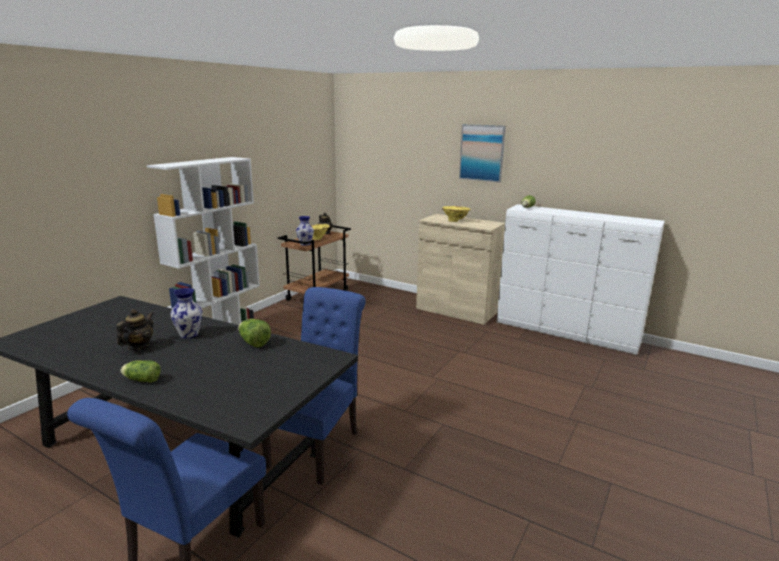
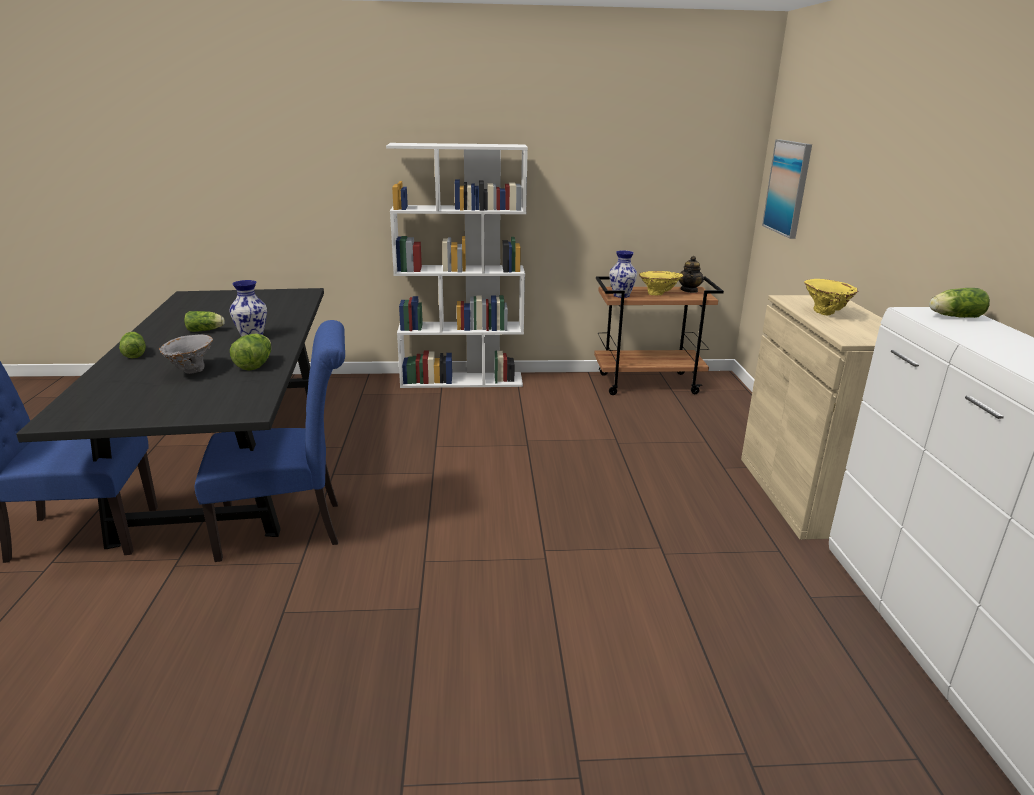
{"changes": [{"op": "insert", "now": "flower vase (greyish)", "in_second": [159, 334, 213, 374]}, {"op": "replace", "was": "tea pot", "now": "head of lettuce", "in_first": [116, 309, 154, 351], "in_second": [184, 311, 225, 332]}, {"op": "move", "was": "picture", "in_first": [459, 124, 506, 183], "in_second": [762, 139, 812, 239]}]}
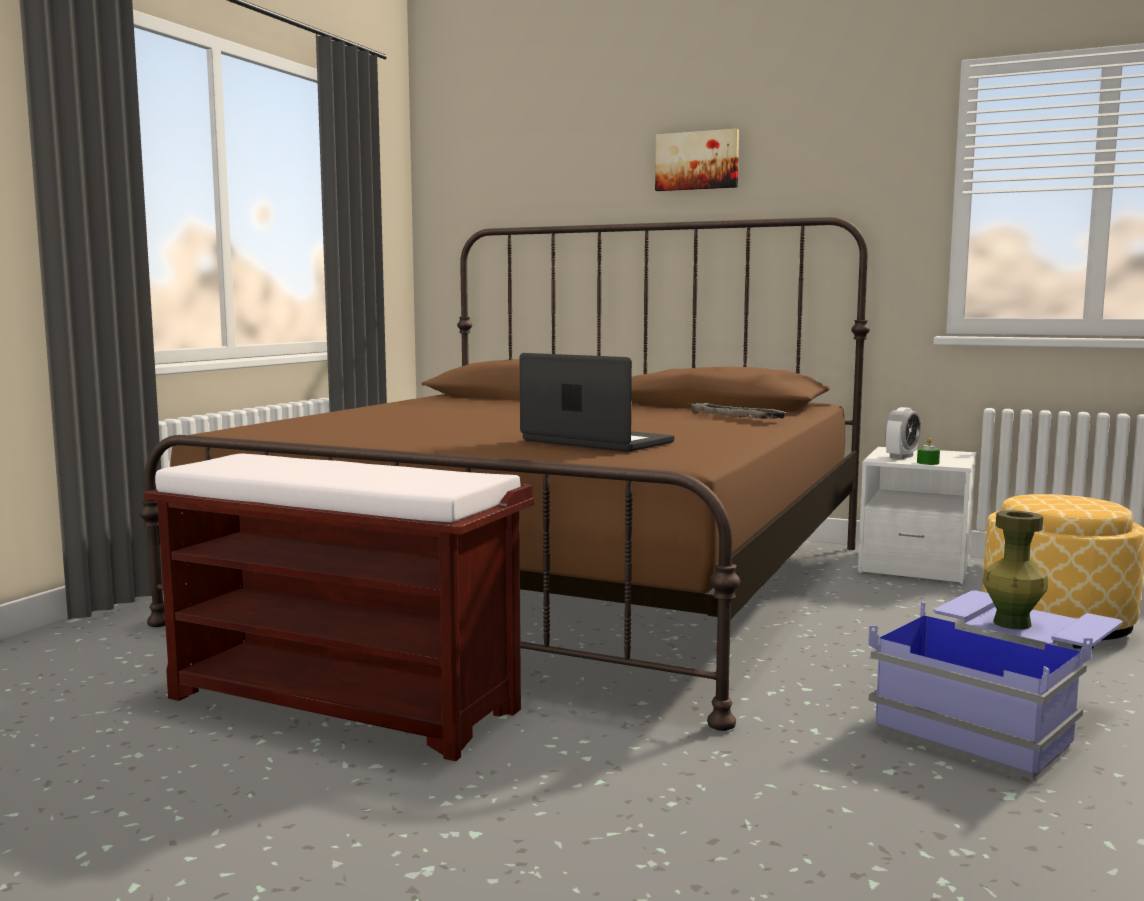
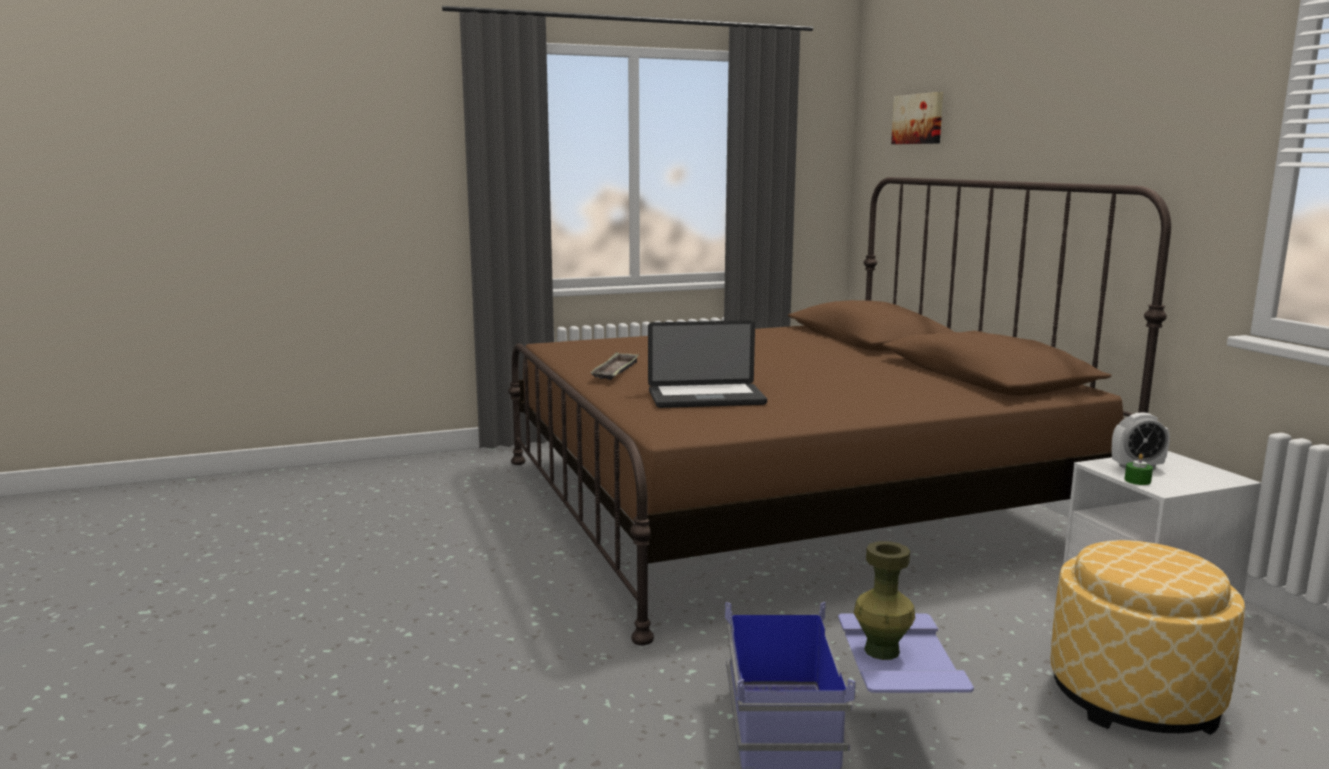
{"changes": [{"op": "move", "was": "carrying tray", "in_first": [687, 403, 788, 419], "in_second": [590, 352, 639, 380]}, {"op": "rotate", "was": "laptop", "in_first": [520, 353, 674, 452], "in_second": [648, 320, 767, 408], "clockwise": 90}, {"op": "move", "was": "picture", "in_first": [655, 129, 739, 191], "in_second": [891, 92, 943, 144]}, {"op": "delete", "was": "bench (brown)", "in_first": [143, 453, 534, 761]}]}
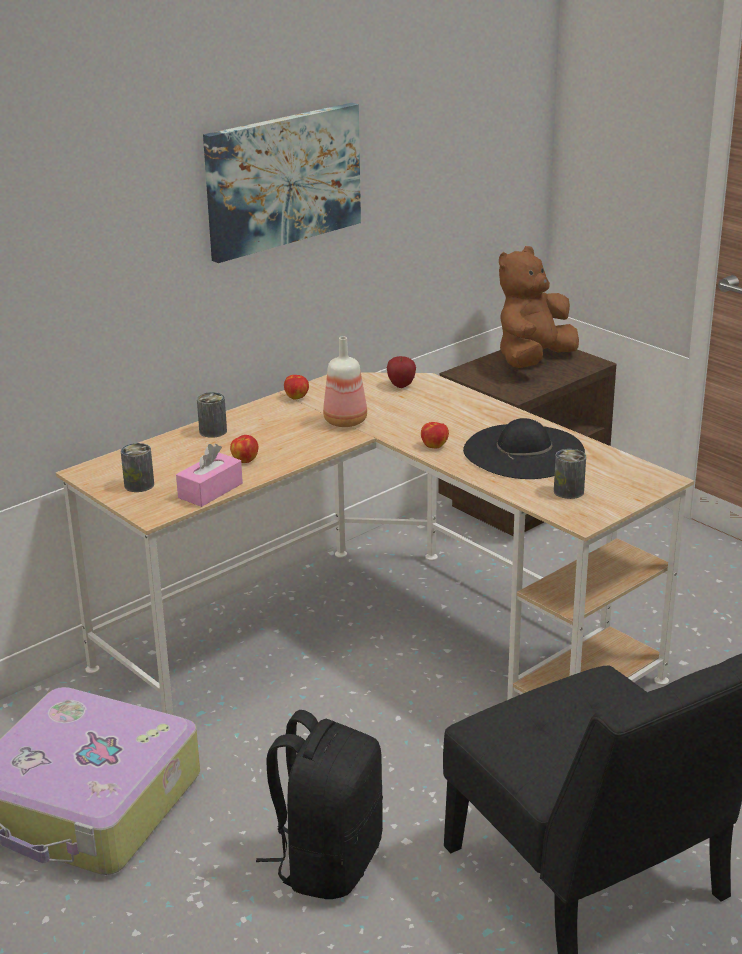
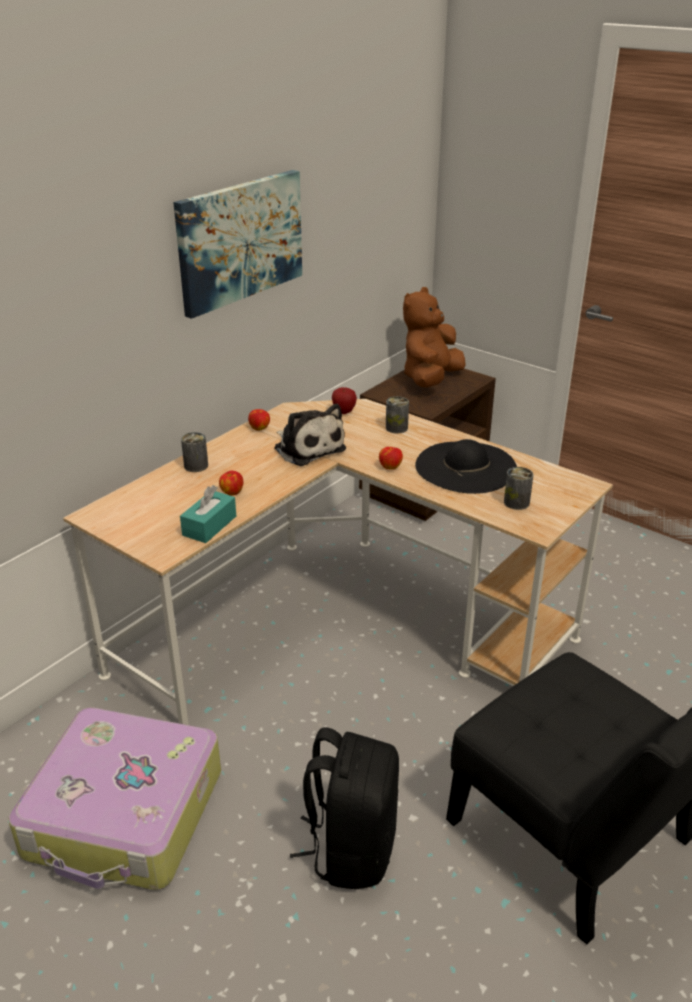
{"changes": [{"op": "recolor", "was": "tissue box (pinkish)", "now": "tissue box (blue-green)", "in_first": [176, 444, 243, 507], "in_second": [180, 485, 236, 543]}, {"op": "replace", "was": "drink bottle", "now": "soft toy", "in_first": [323, 336, 367, 427], "in_second": [274, 404, 346, 466]}, {"op": "move", "was": "metal can", "in_first": [121, 443, 154, 492], "in_second": [386, 396, 409, 434]}]}
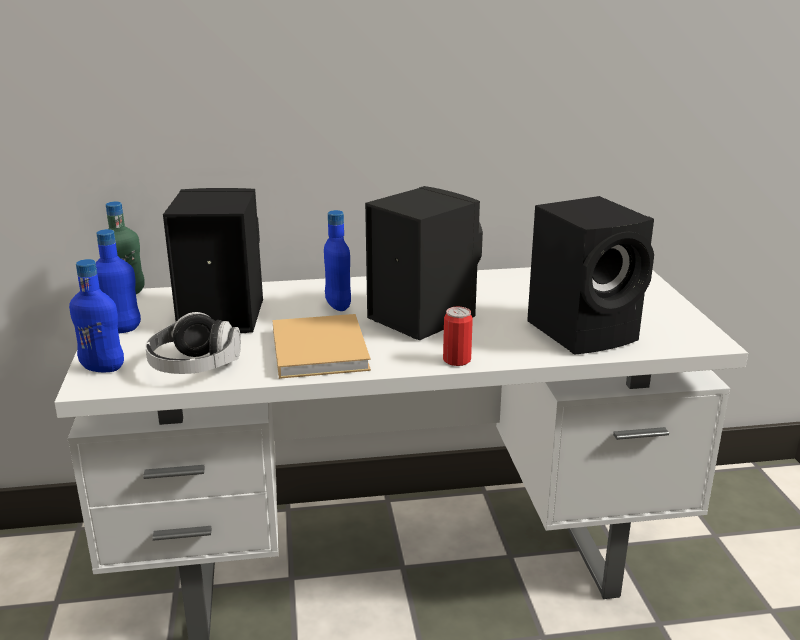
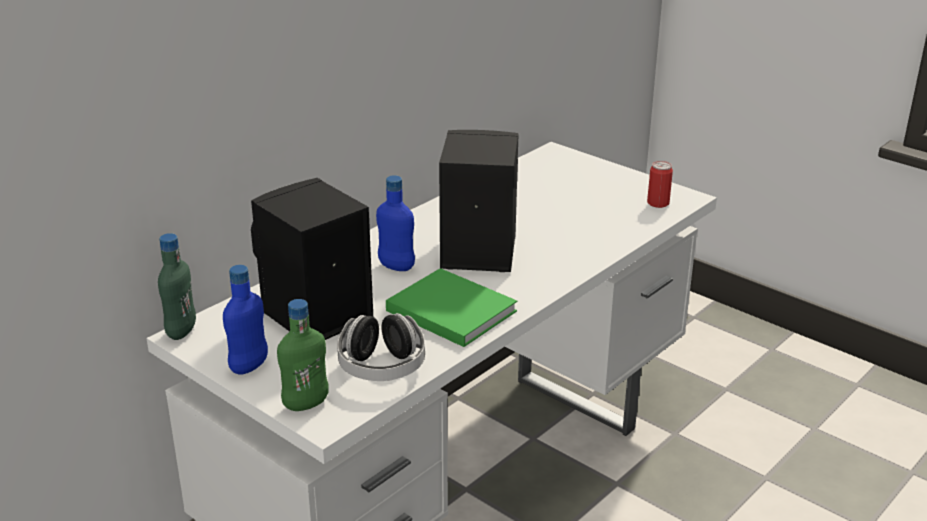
{"changes": [{"op": "recolor", "was": "drink bottle (blue-coloured)", "now": "drink bottle (green-coloured)", "in_first": [69, 259, 124, 372], "in_second": [277, 299, 329, 411]}, {"op": "recolor", "was": "bound book (beige-coloured)", "now": "bound book (green-coloured)", "in_first": [272, 314, 371, 379], "in_second": [386, 268, 517, 347]}, {"op": "move", "was": "metal can", "in_first": [443, 307, 473, 366], "in_second": [647, 161, 673, 208]}, {"op": "delete", "was": "loudspeaker (black)", "in_first": [527, 196, 654, 355]}]}
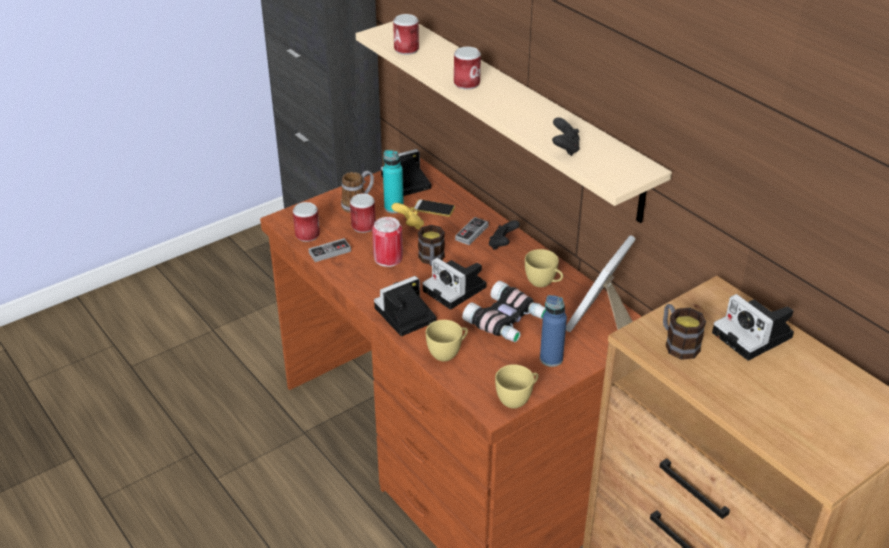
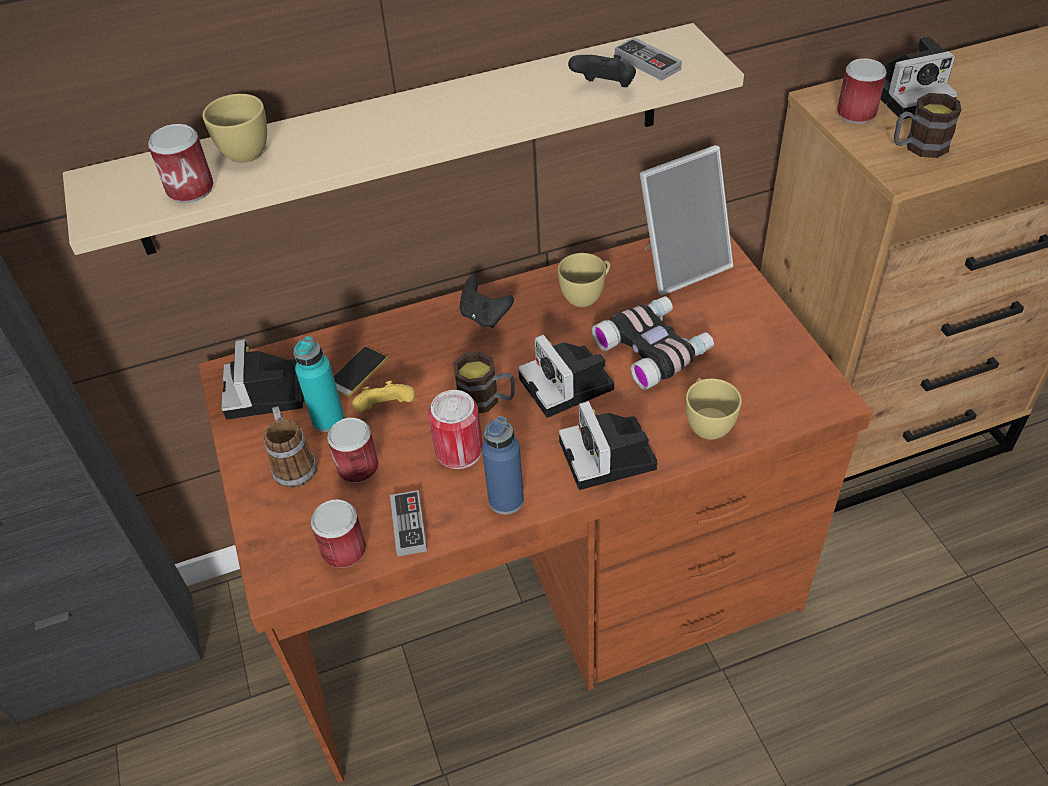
{"changes": [{"op": "move", "was": "cup (yellow)", "in_first": [495, 364, 539, 409], "in_second": [202, 94, 267, 163]}, {"op": "move", "was": "drink bottle (blue-coloured)", "in_first": [540, 295, 567, 367], "in_second": [482, 416, 524, 515]}, {"op": "rotate", "was": "still camera", "in_first": [423, 258, 487, 310], "in_second": [518, 335, 614, 418], "clockwise": 90}, {"op": "move", "was": "joypad", "in_first": [455, 217, 489, 245], "in_second": [615, 37, 682, 81]}, {"op": "rotate", "was": "standing frame", "in_first": [566, 235, 636, 332], "in_second": [640, 145, 733, 295], "clockwise": -75}, {"op": "move", "was": "metal can", "in_first": [454, 47, 481, 90], "in_second": [837, 58, 887, 124]}]}
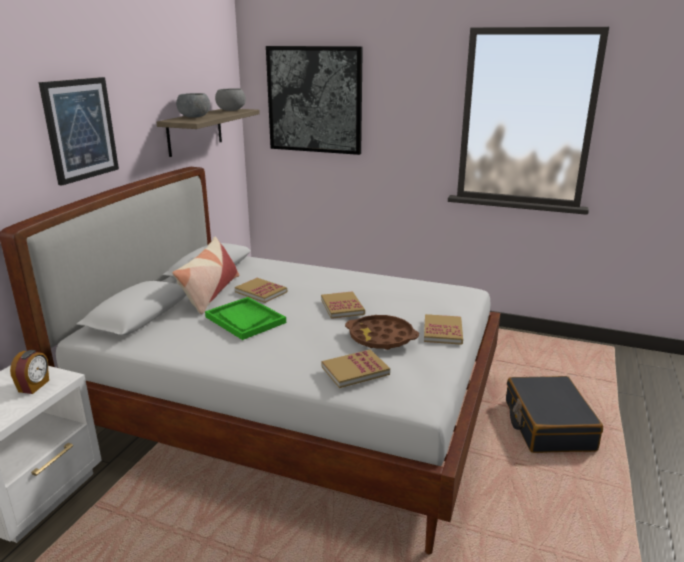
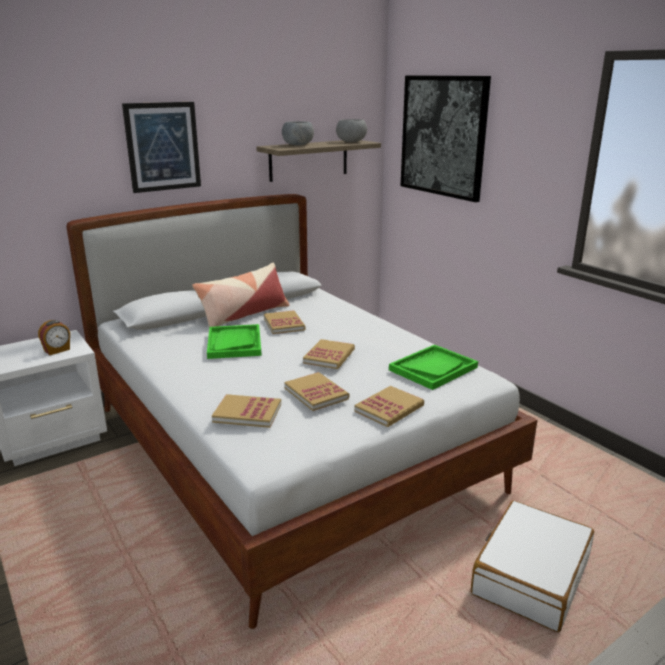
{"changes": [{"op": "replace", "was": "carrying tray (brown)", "now": "bound book", "in_first": [345, 315, 419, 350], "in_second": [284, 372, 349, 411]}, {"op": "insert", "now": "carrying tray (green-coloured)", "in_second": [389, 345, 478, 390]}, {"op": "recolor", "was": "travel case (black)", "now": "travel case (white-coloured)", "in_first": [506, 376, 603, 453], "in_second": [471, 501, 594, 632]}]}
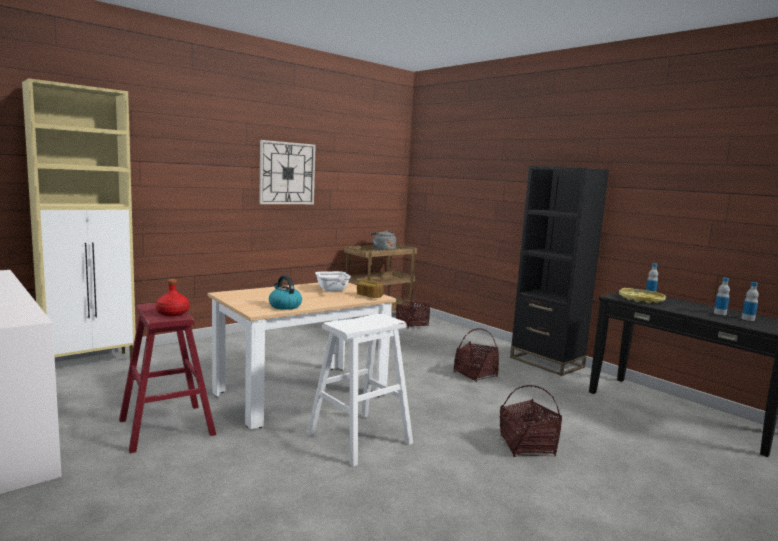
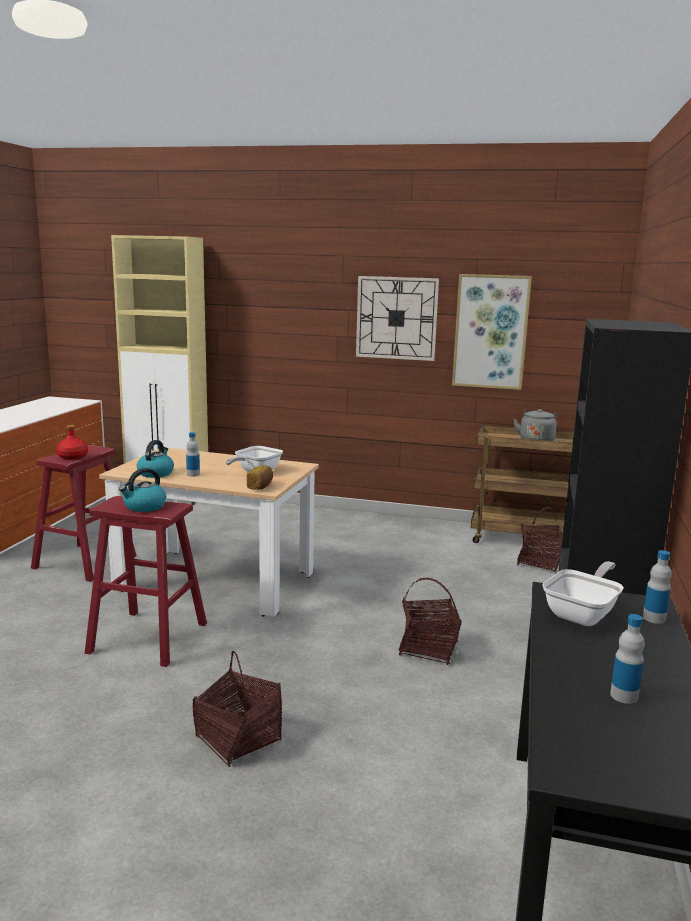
{"changes": [{"op": "recolor", "was": "stool seat (white-coloured)", "now": "stool seat (red)", "in_first": [307, 314, 413, 467], "in_second": [85, 496, 207, 667]}, {"op": "insert", "now": "water kettle", "in_second": [119, 468, 166, 512]}, {"op": "move", "was": "drink bottle", "in_first": [741, 282, 759, 321], "in_second": [186, 432, 200, 477]}, {"op": "insert", "now": "picture", "in_second": [452, 274, 532, 390]}, {"op": "replace", "was": "carrying tray (yellow)", "now": "skillet", "in_first": [619, 288, 666, 303], "in_second": [542, 561, 624, 626]}]}
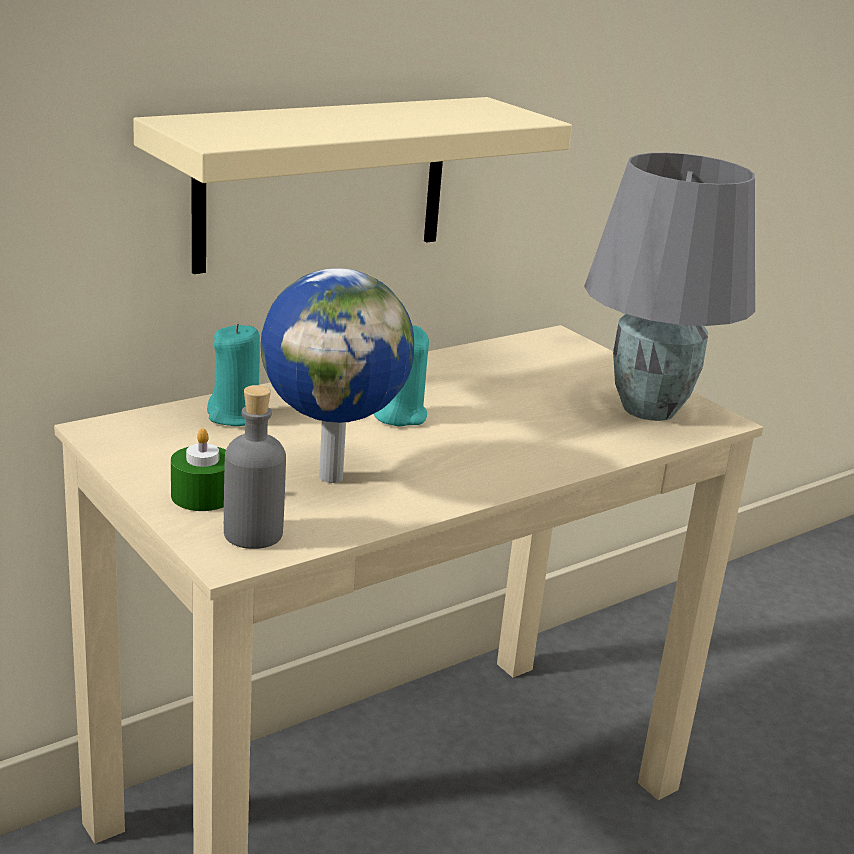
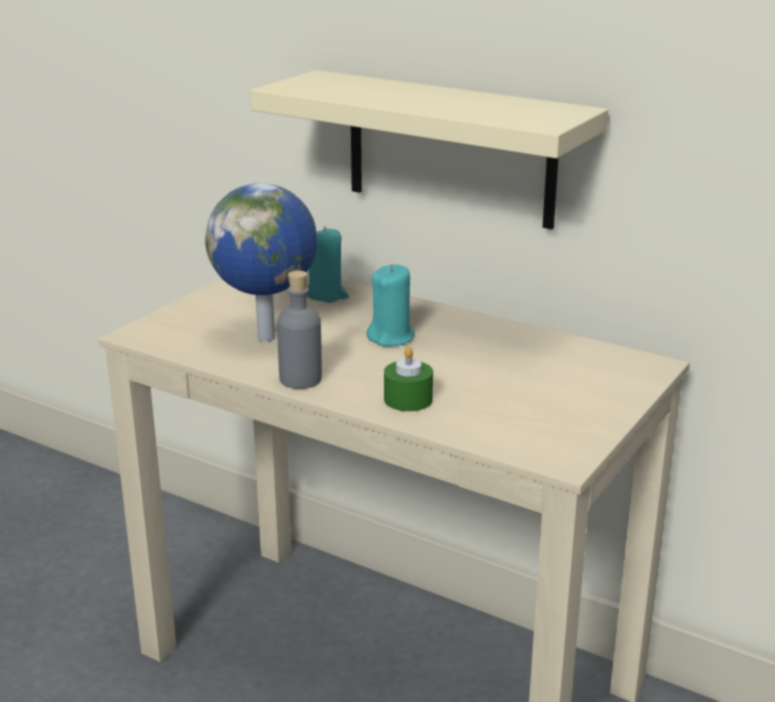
{"changes": [{"op": "move", "was": "drink bottle (greyish)", "in_first": [224, 385, 286, 549], "in_second": [277, 271, 322, 389]}, {"op": "move", "was": "wax light (green-coloured)", "in_first": [171, 428, 226, 511], "in_second": [384, 347, 433, 411]}, {"op": "delete", "was": "table lamp (greyish)", "in_first": [584, 153, 755, 421]}]}
